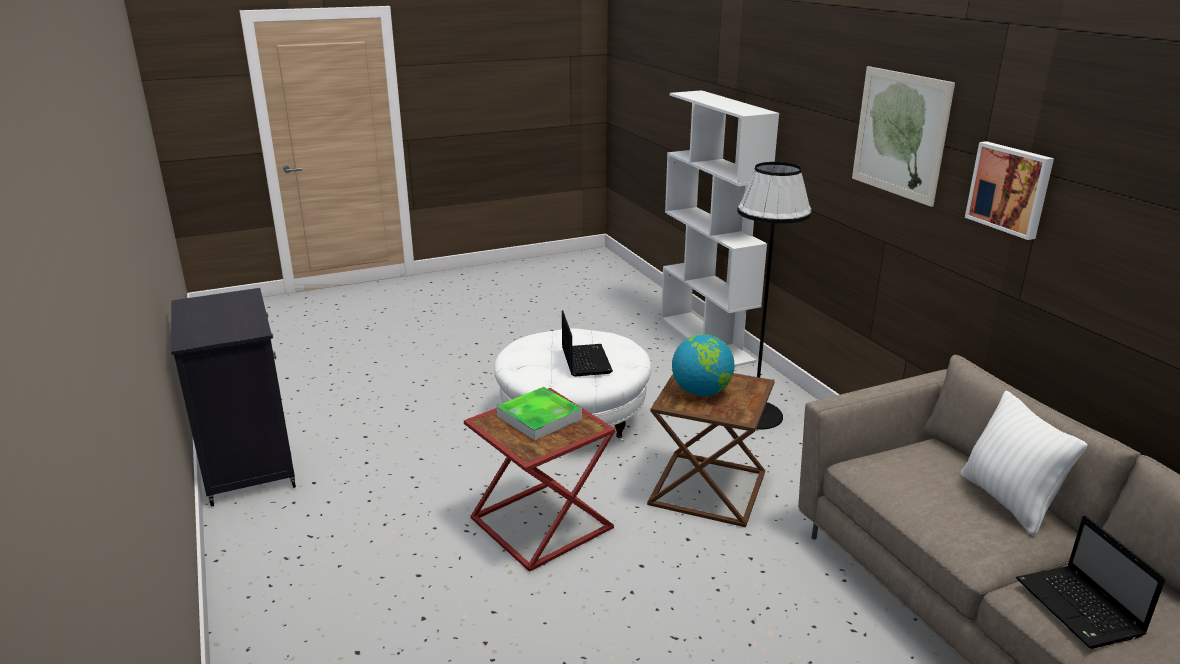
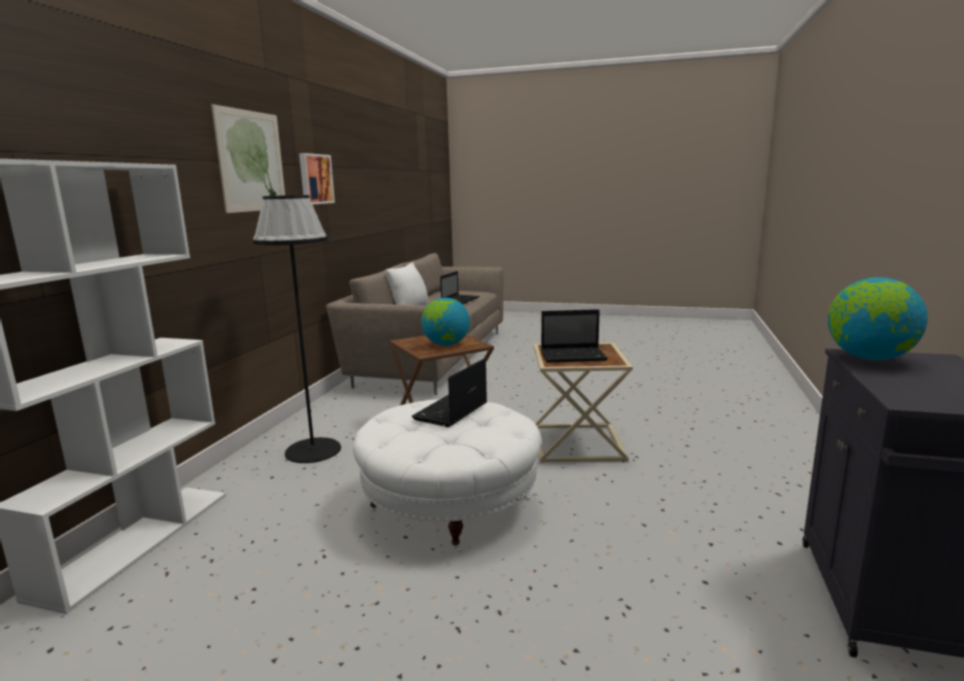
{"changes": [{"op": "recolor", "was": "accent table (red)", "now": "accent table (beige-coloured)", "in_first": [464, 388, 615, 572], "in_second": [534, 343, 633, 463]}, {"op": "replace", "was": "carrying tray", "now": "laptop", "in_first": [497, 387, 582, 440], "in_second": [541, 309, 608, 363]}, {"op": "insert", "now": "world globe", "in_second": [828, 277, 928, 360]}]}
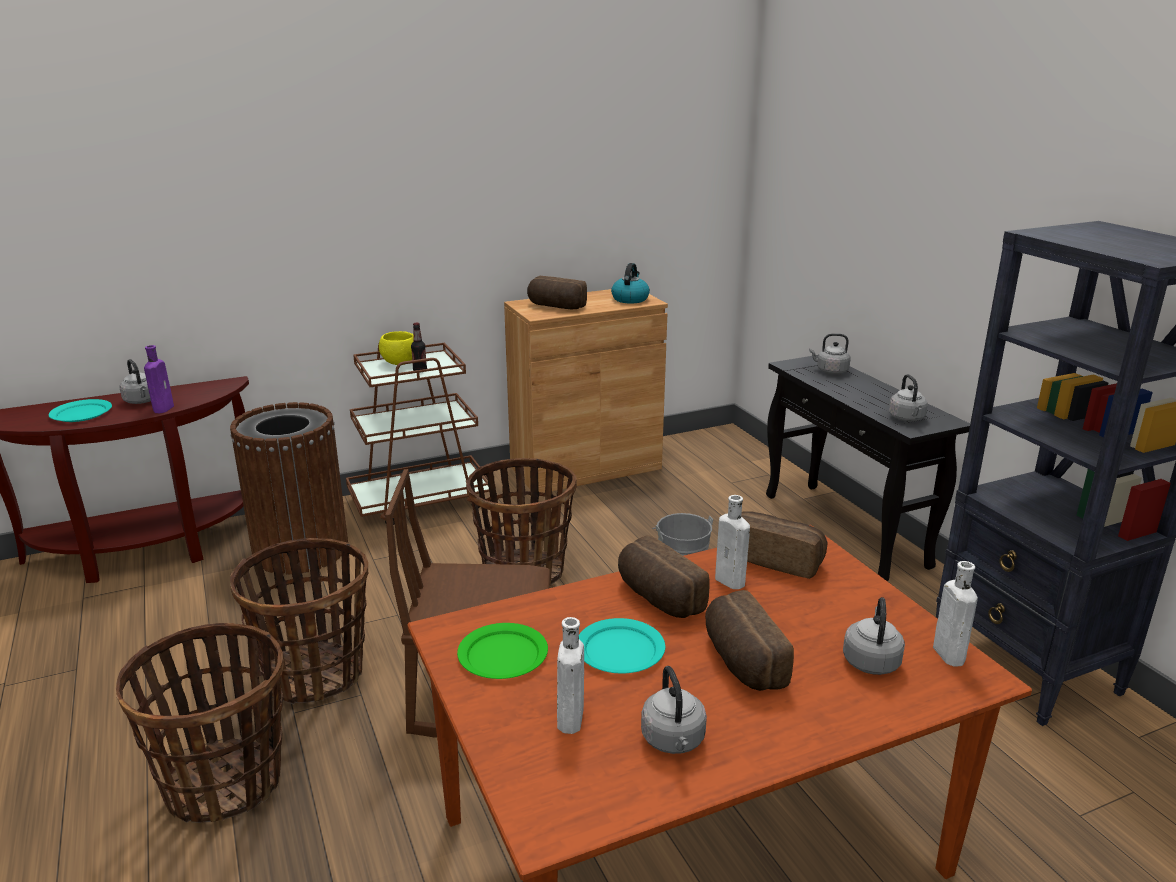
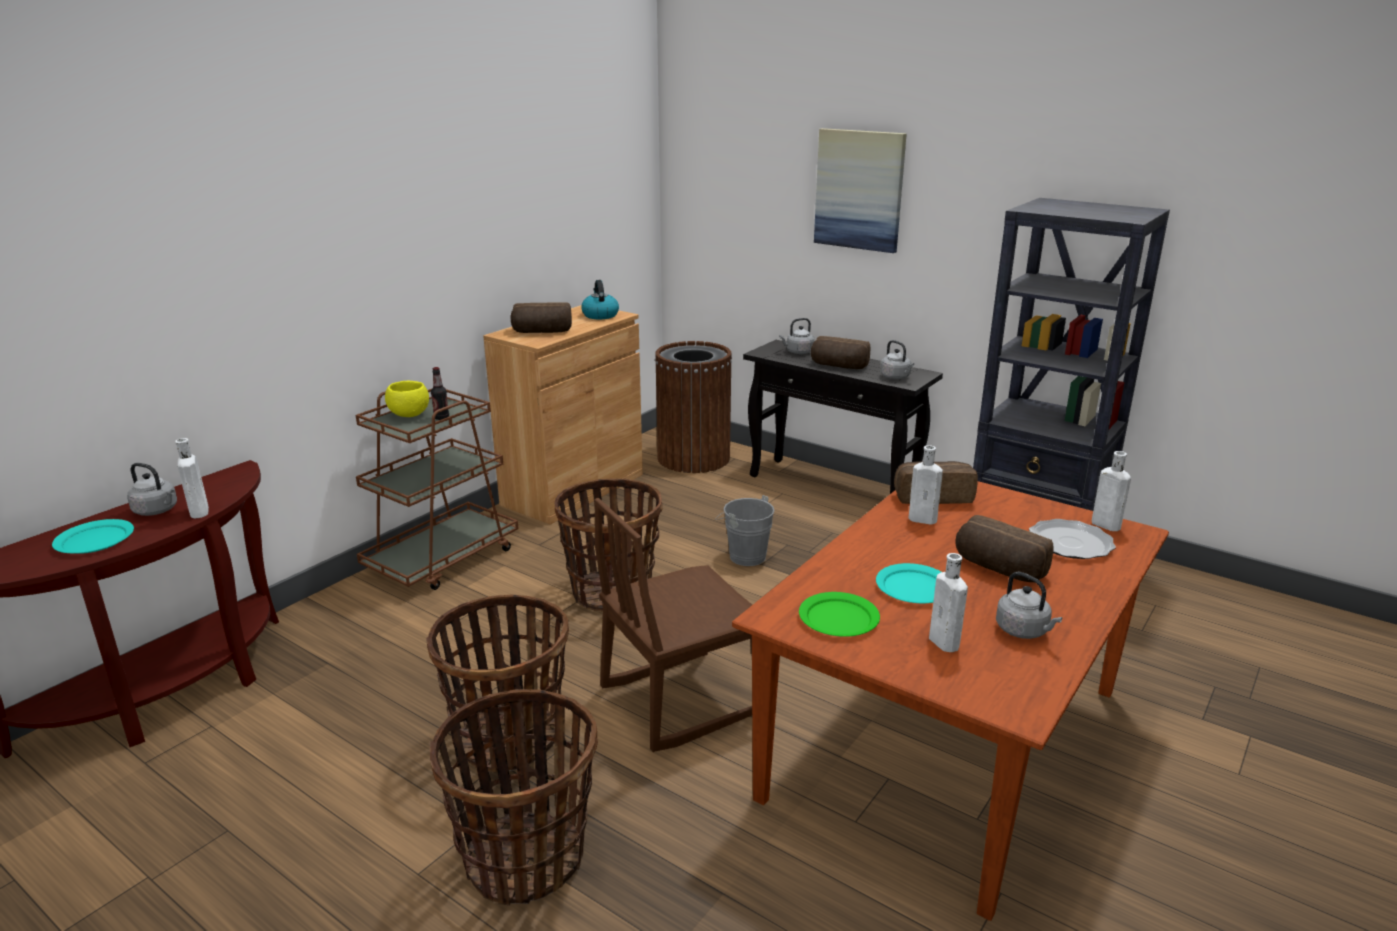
{"changes": [{"op": "recolor", "was": "drink bottle (purplish)", "now": "drink bottle (white-coloured)", "in_first": [144, 345, 174, 413], "in_second": [175, 438, 209, 519]}, {"op": "move", "was": "trash can (brown)", "in_first": [230, 402, 348, 574], "in_second": [655, 341, 732, 473]}, {"op": "move", "was": "bakery bread", "in_first": [618, 535, 710, 618], "in_second": [811, 336, 870, 369]}, {"op": "insert", "now": "picture", "in_second": [814, 128, 907, 253]}, {"op": "replace", "was": "water kettle (greyish)", "now": "plate", "in_first": [843, 597, 905, 675], "in_second": [1029, 519, 1116, 559]}]}
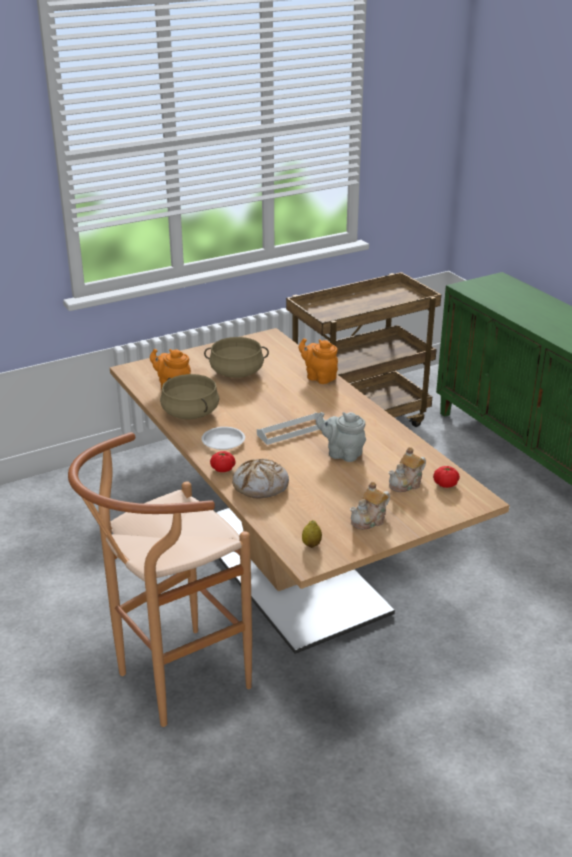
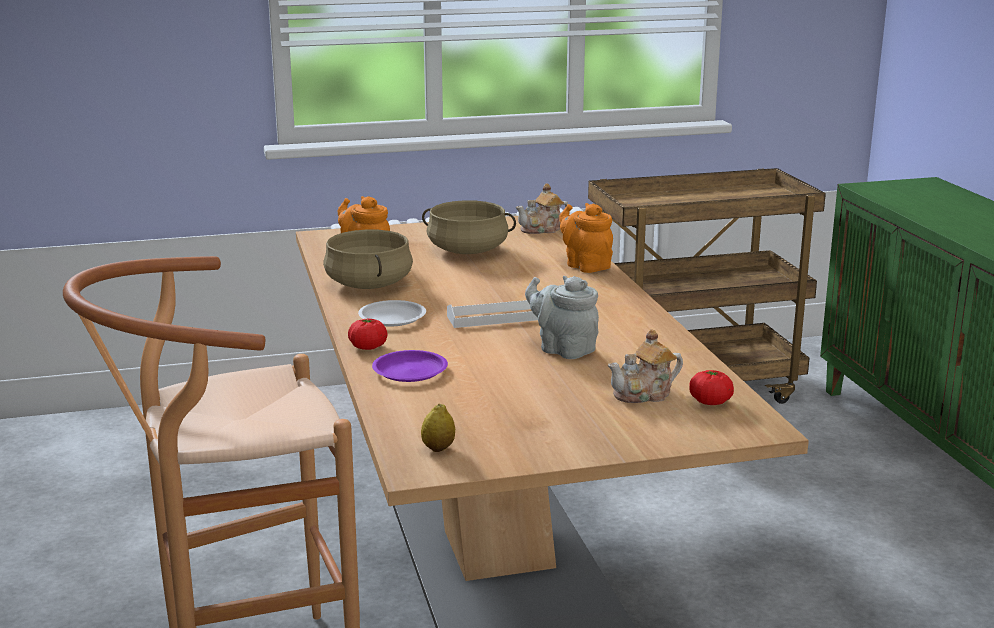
{"changes": [{"op": "replace", "was": "bakery bread", "now": "plate (purplish)", "in_first": [232, 459, 289, 498], "in_second": [372, 350, 448, 382]}, {"op": "move", "was": "tea pot", "in_first": [350, 482, 390, 530], "in_second": [516, 183, 568, 234]}]}
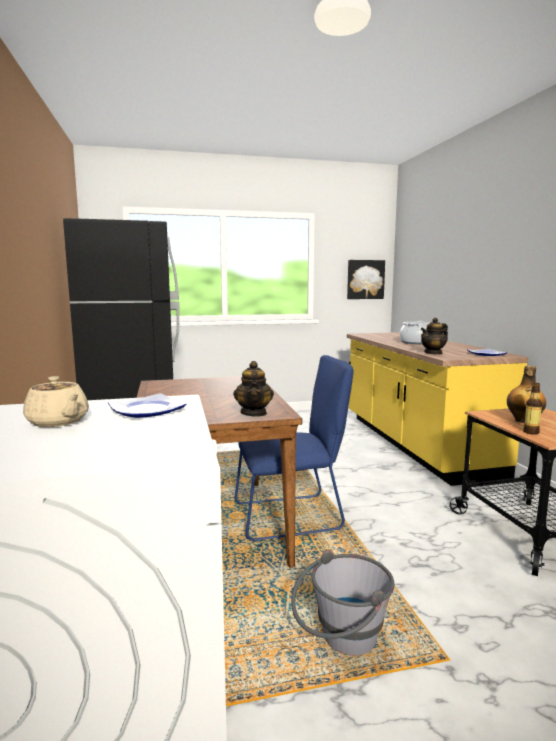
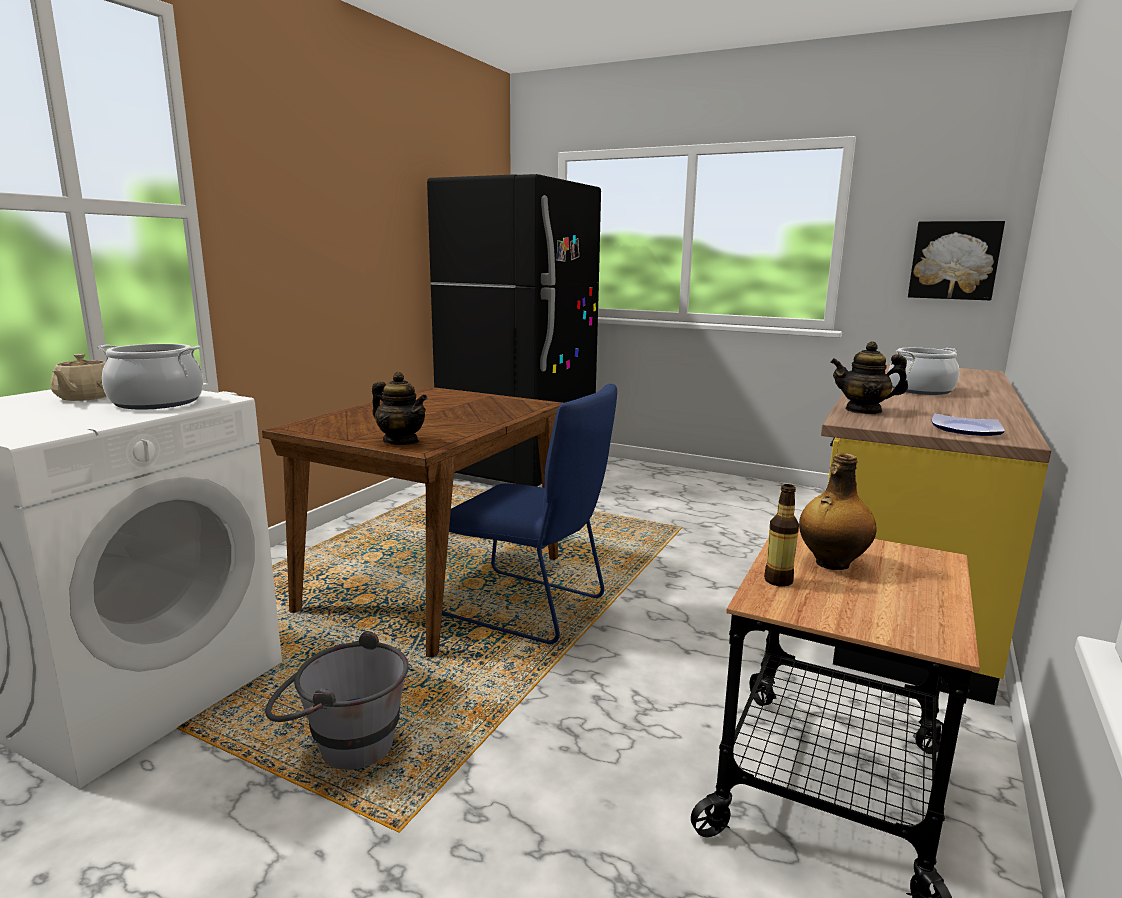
{"changes": [{"op": "replace", "was": "plate", "now": "stockpot", "in_first": [108, 393, 187, 418], "in_second": [97, 344, 203, 410]}, {"op": "rotate", "was": "tea pot", "in_first": [233, 361, 274, 417], "in_second": [372, 372, 427, 445], "clockwise": -90}]}
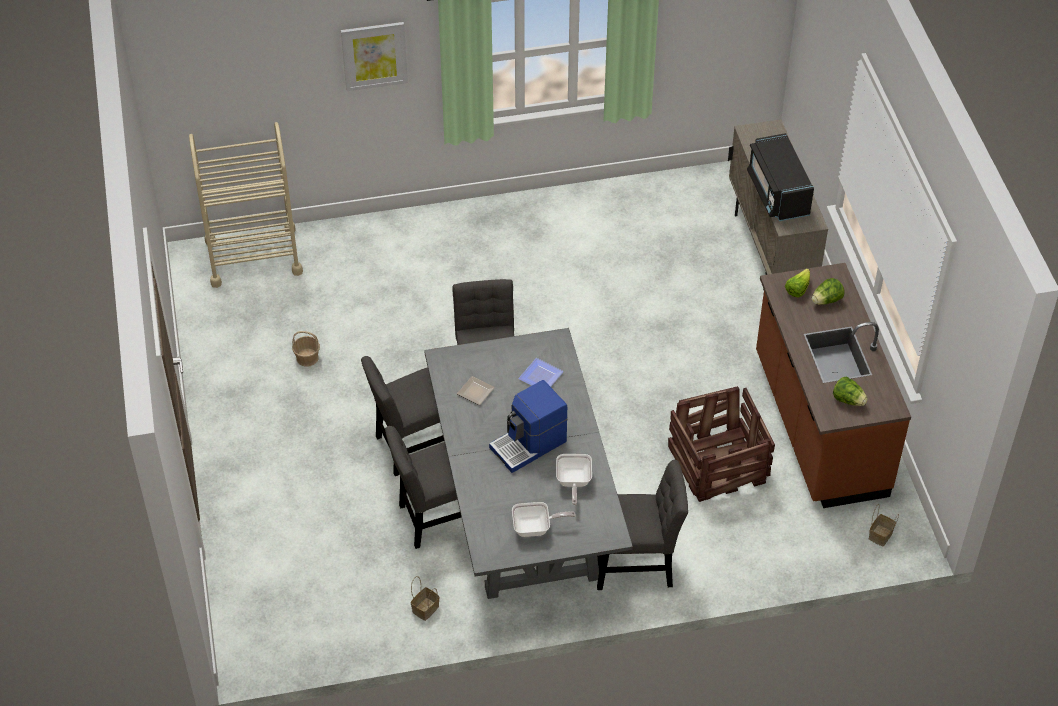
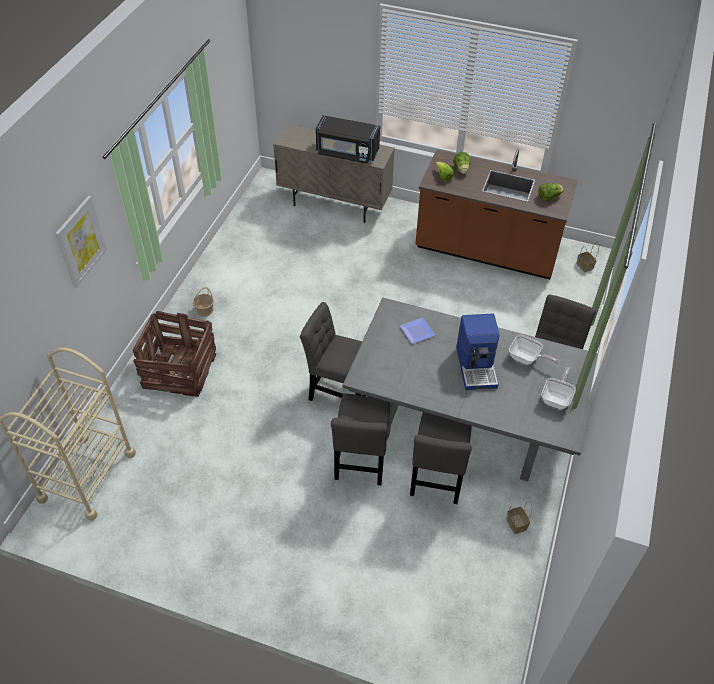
{"changes": [{"op": "move", "was": "shipping crate", "in_first": [668, 386, 775, 502], "in_second": [133, 311, 216, 397]}, {"op": "move", "was": "household basket", "in_first": [292, 331, 320, 367], "in_second": [193, 287, 214, 317]}, {"op": "delete", "was": "plate", "in_first": [457, 376, 495, 405]}]}
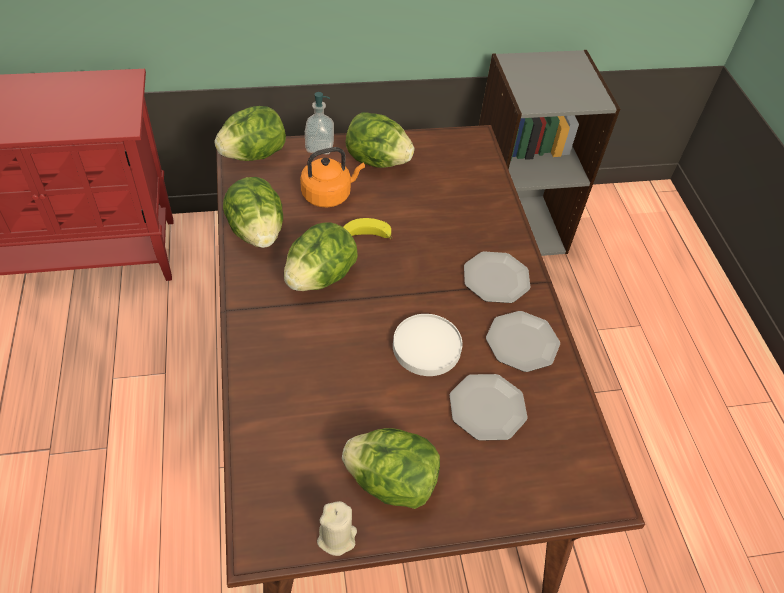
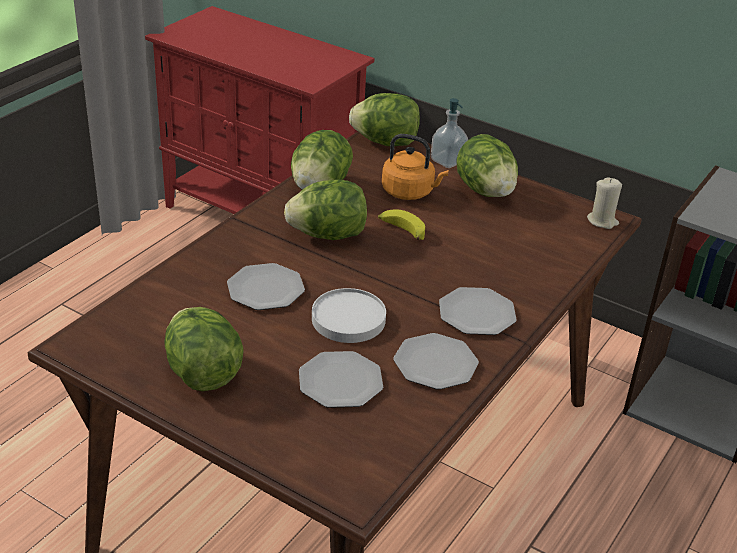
{"changes": [{"op": "insert", "now": "plate", "in_second": [227, 263, 305, 310]}, {"op": "move", "was": "wax light (beige-coloured)", "in_first": [317, 501, 357, 556], "in_second": [587, 177, 622, 229]}]}
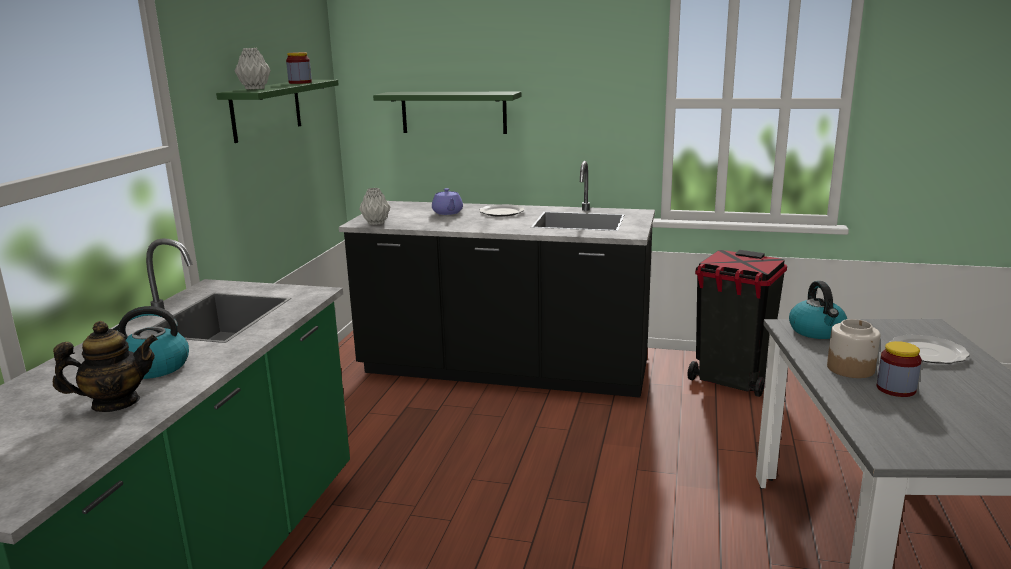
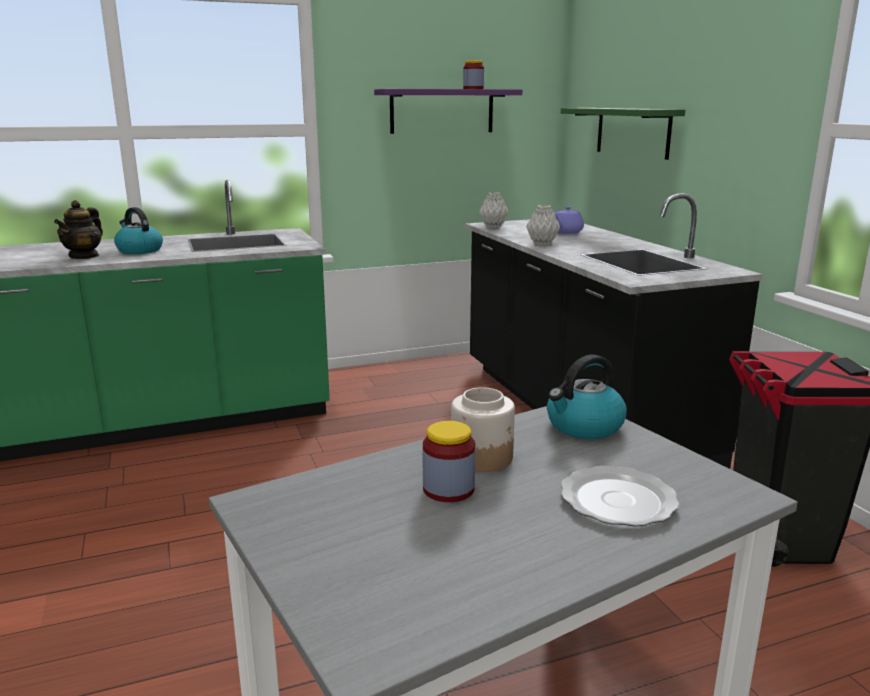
{"changes": [{"op": "rotate", "was": "tea pot", "in_first": [53, 321, 158, 412], "in_second": [54, 200, 103, 259], "clockwise": 75}, {"op": "recolor", "was": "bracket shelf (green-coloured)", "now": "bracket shelf (purplish)", "in_first": [216, 80, 339, 143], "in_second": [374, 89, 522, 134]}, {"op": "move", "was": "flower vase (greyish)", "in_first": [234, 48, 271, 90], "in_second": [526, 205, 560, 245]}, {"op": "delete", "was": "plate", "in_first": [479, 204, 525, 217]}]}
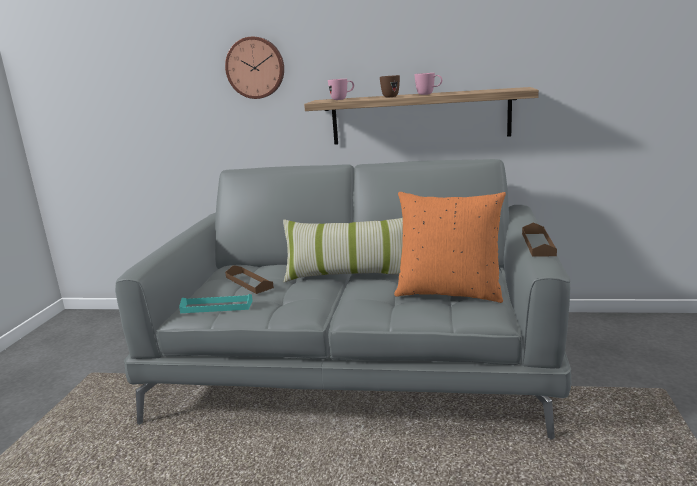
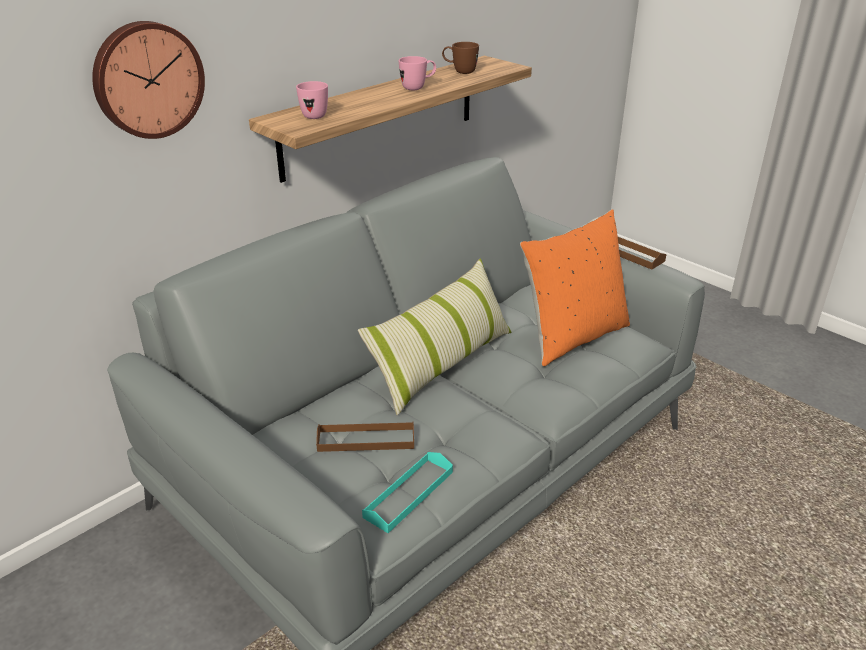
{"changes": [{"op": "move", "was": "tea mug (brown)", "in_first": [380, 75, 400, 97], "in_second": [442, 42, 479, 74]}]}
